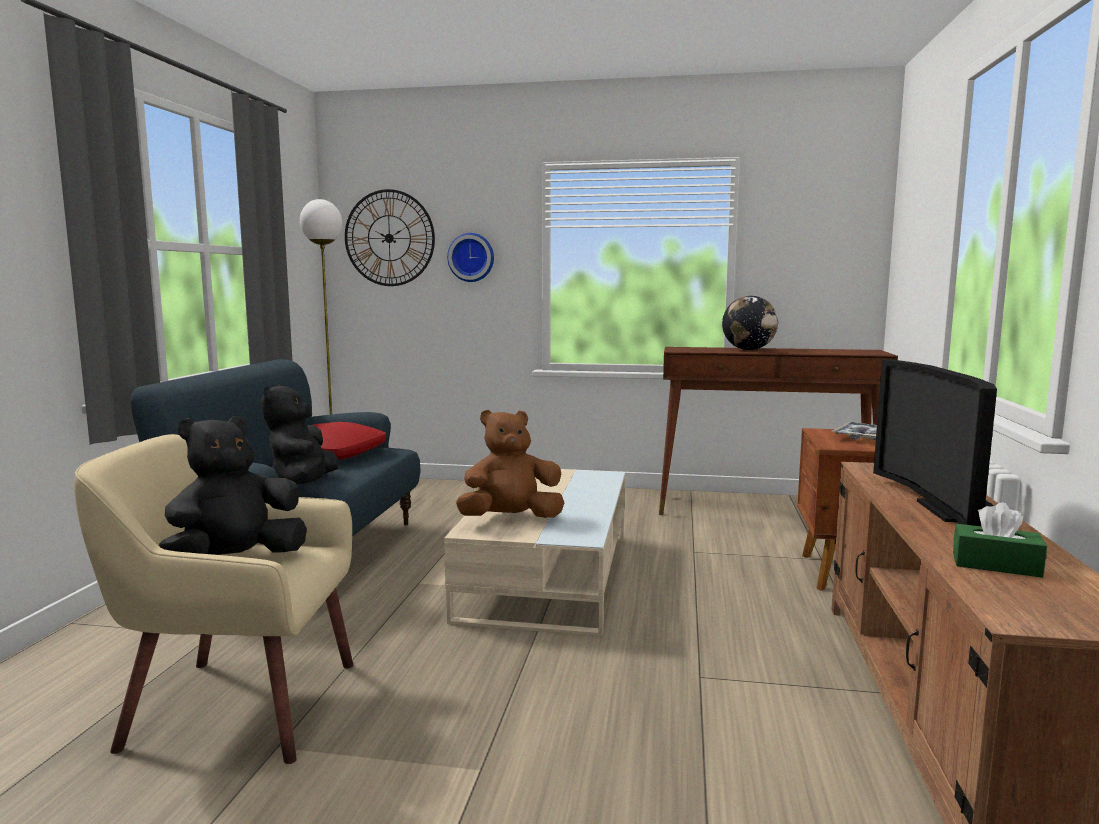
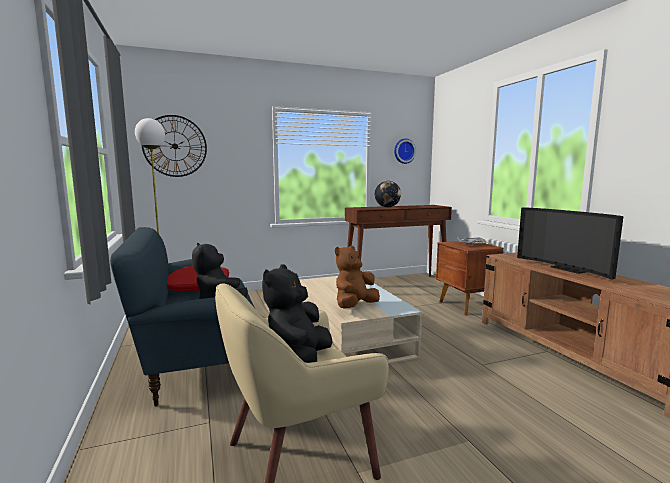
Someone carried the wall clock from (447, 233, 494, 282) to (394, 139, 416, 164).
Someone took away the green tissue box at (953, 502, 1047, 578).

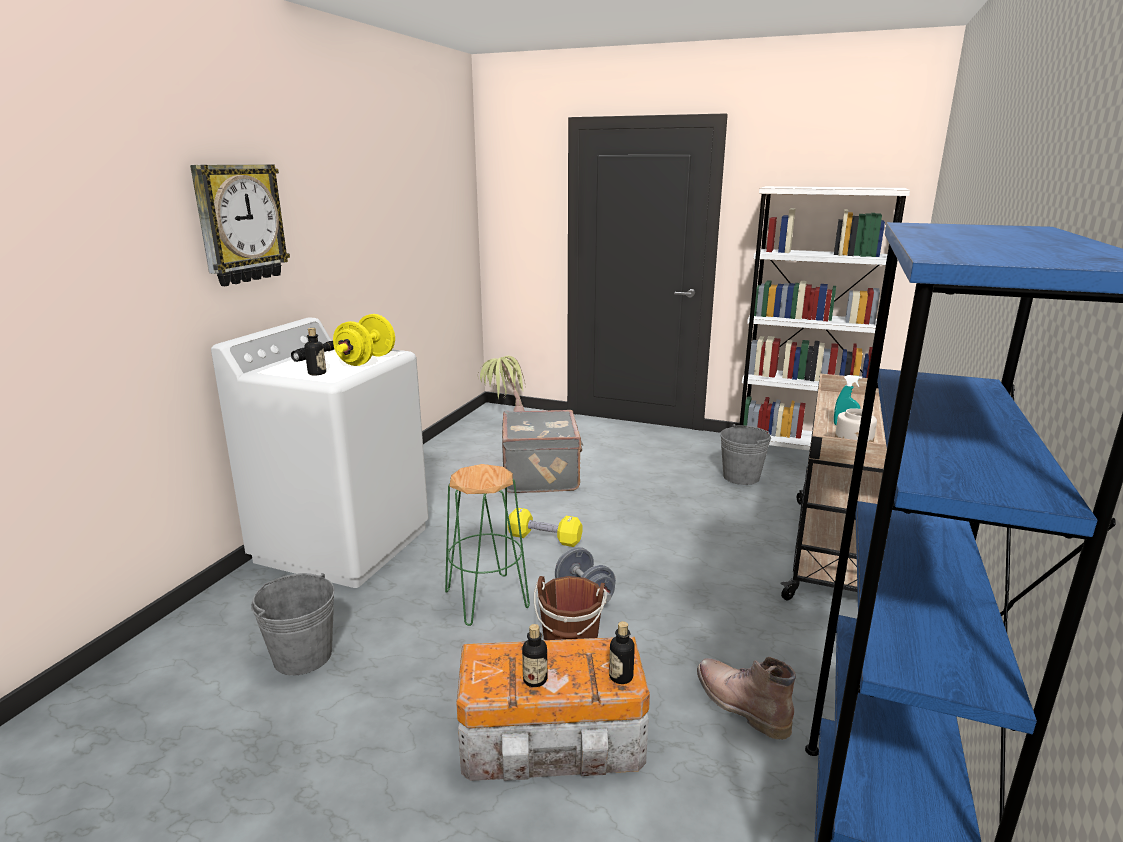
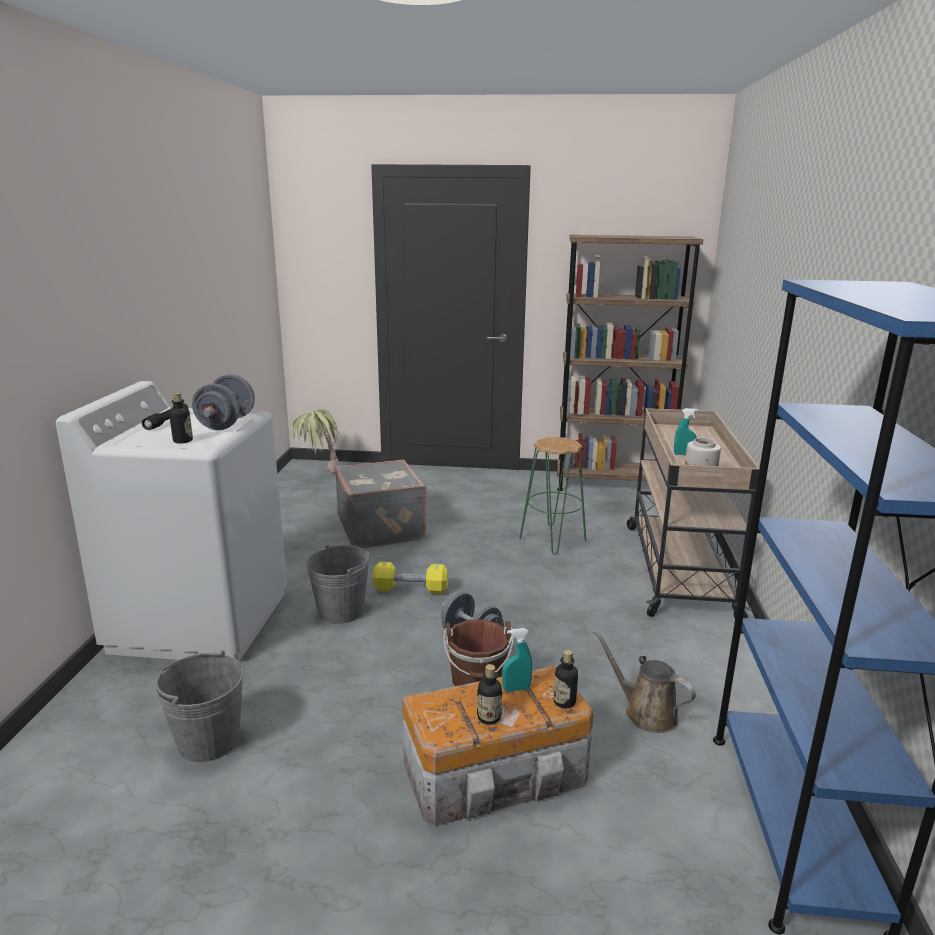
Someone repainted the yellow dumbbell at (333, 314, 395, 366), which became the grey dumbbell at (192, 374, 255, 430).
Someone carried the grey bucket from (720, 424, 771, 485) to (306, 545, 370, 624).
Someone put down the turquoise spray bottle at (502, 628, 532, 692).
Someone carried the green stool from (445, 464, 530, 626) to (519, 437, 586, 555).
Someone repainted the white bookcase at (740, 186, 910, 451), which became the brown bookcase at (557, 235, 703, 491).
Someone swapped the brown boot at (697, 657, 796, 740) for the brown watering can at (594, 630, 696, 733).
Someone took away the wall clock at (190, 165, 290, 286).

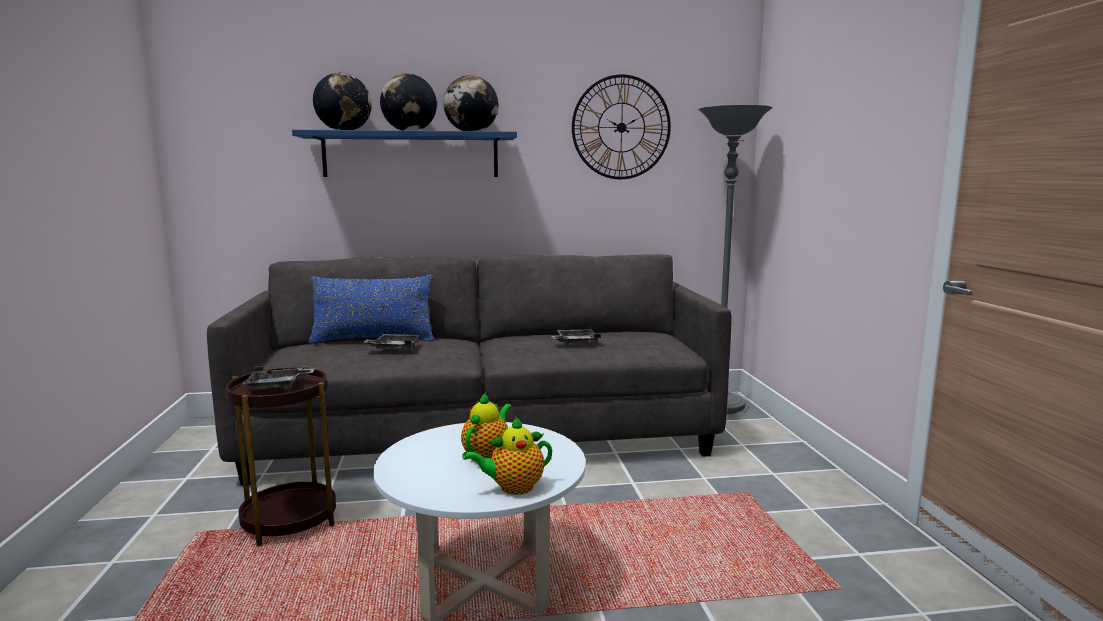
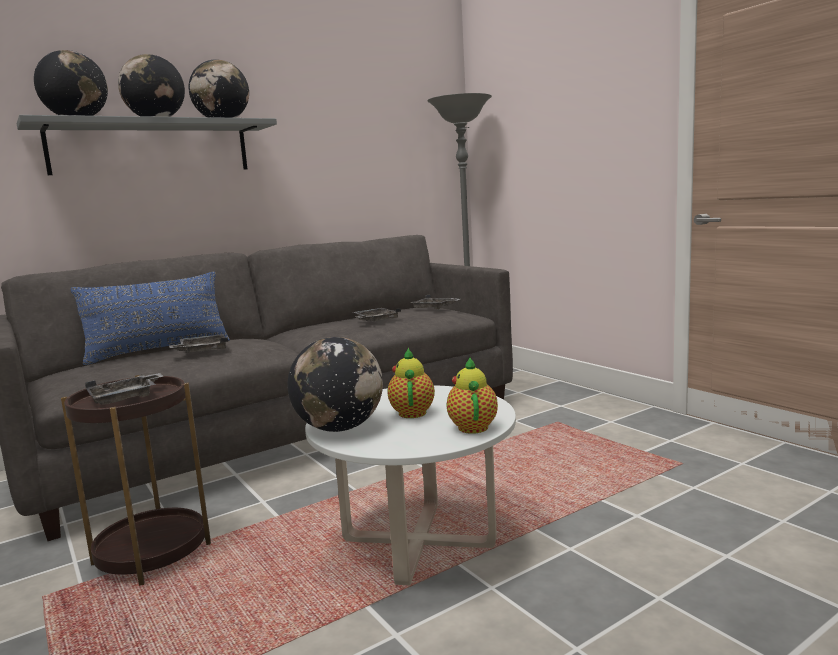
Someone repainted the blue shelf at (292, 130, 517, 177), which became the grey shelf at (17, 115, 277, 175).
Someone put down the globe at (287, 337, 383, 432).
Someone put down the grey tray at (411, 295, 460, 309).
Someone rotated the teapot at (462, 417, 552, 495) by 135 degrees clockwise.
Someone took away the wall clock at (572, 74, 671, 179).

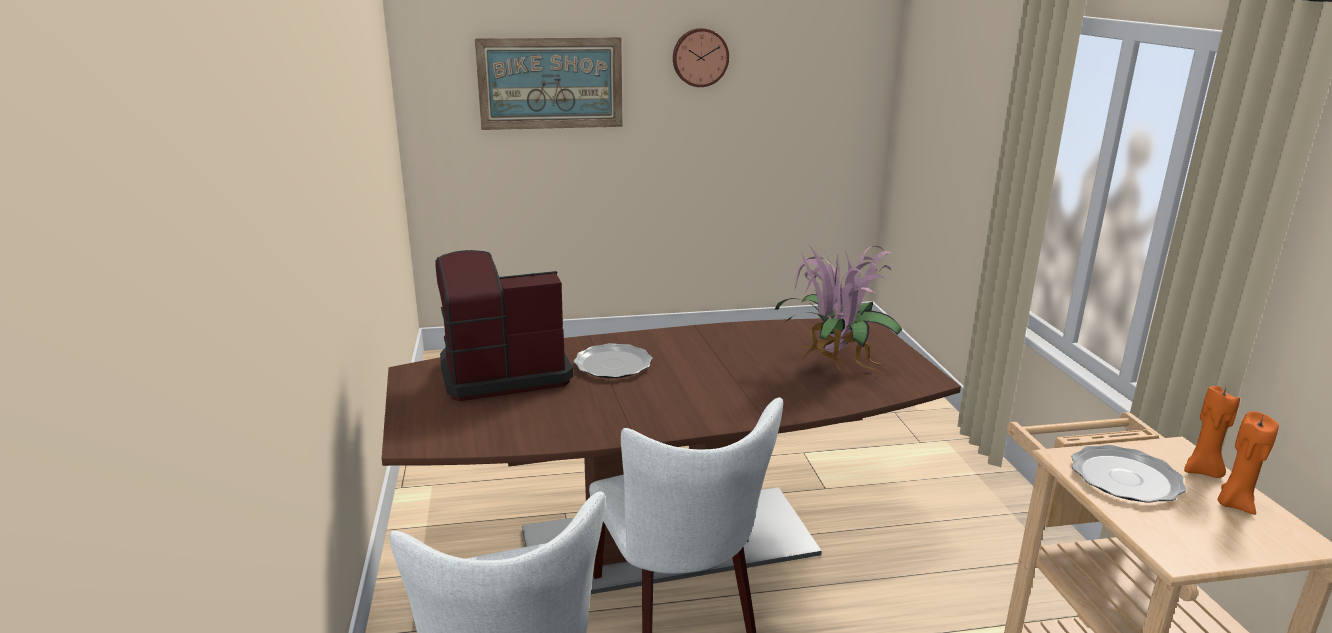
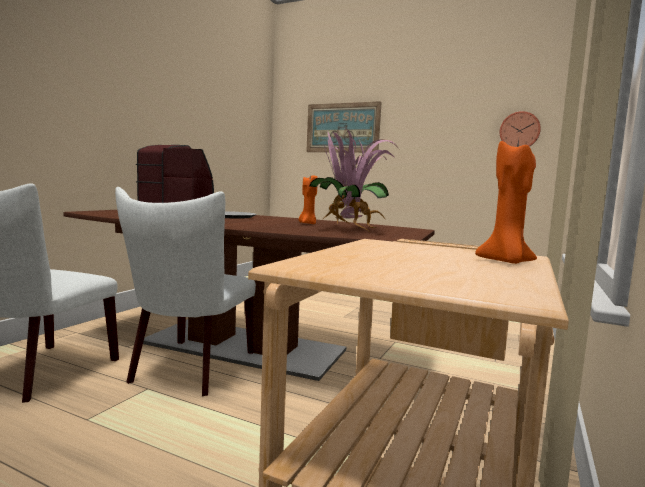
Someone carried the orange candle from (1217, 411, 1279, 515) to (299, 174, 318, 224).
Someone carried the wall clock from (673, 28, 729, 87) to (500, 111, 541, 147).
Someone took away the plate at (1071, 445, 1186, 503).

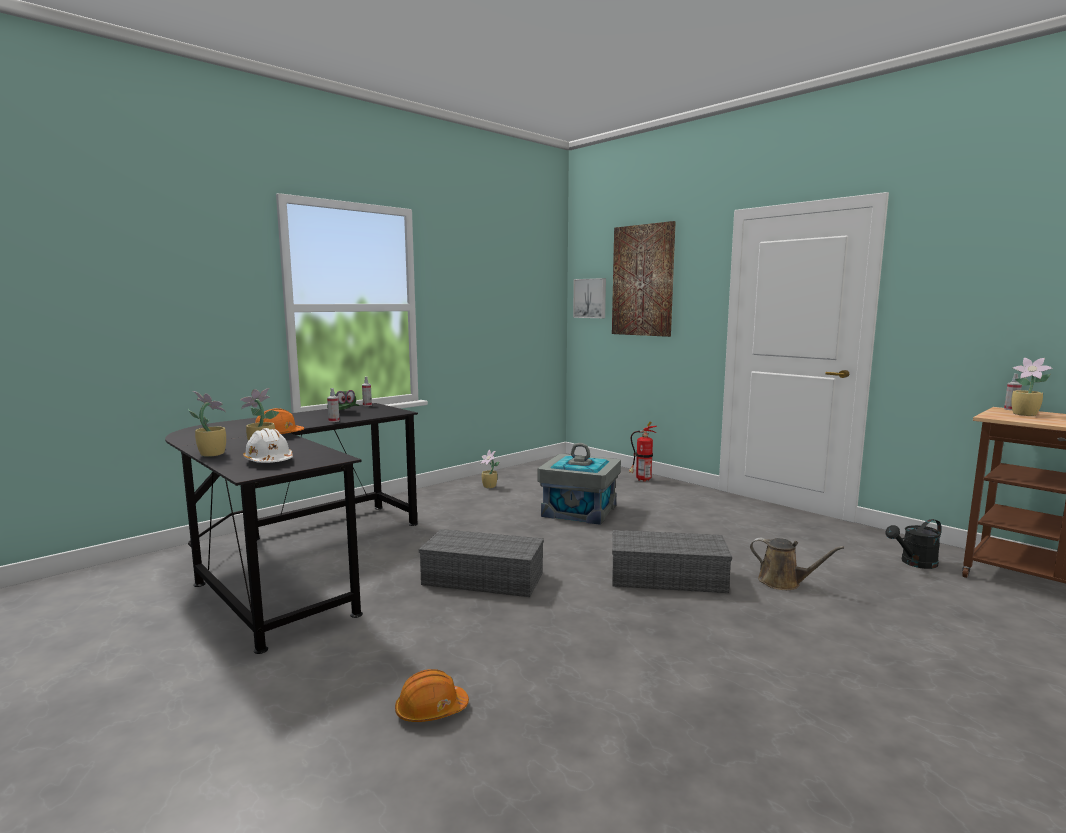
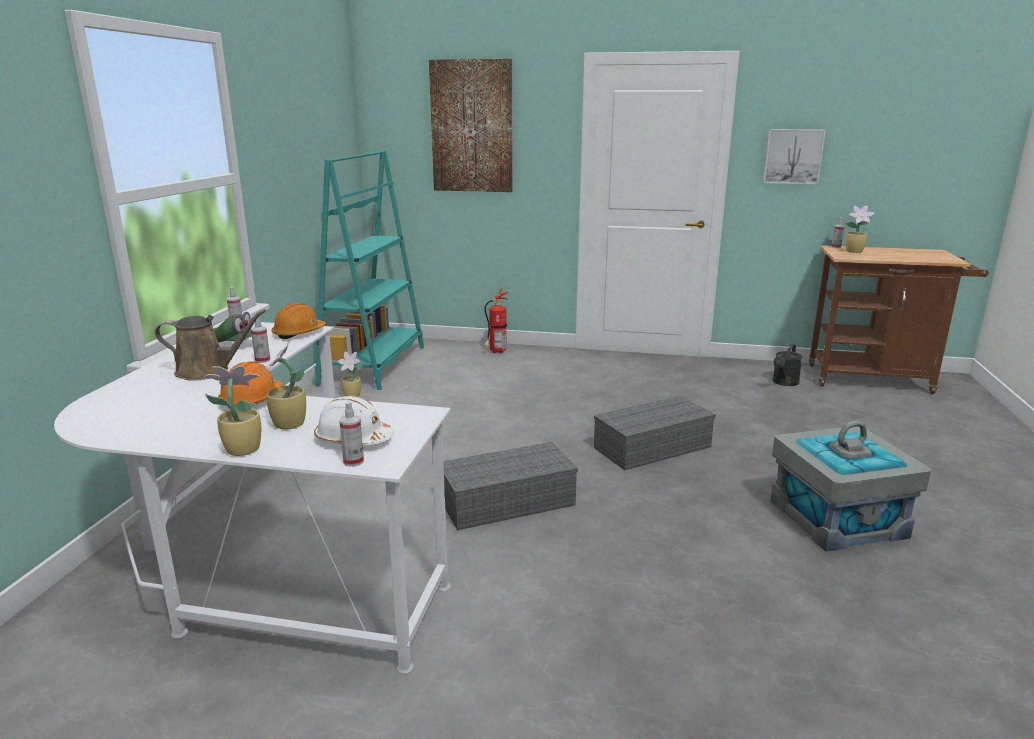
Someone repainted the black desk at (165, 403, 418, 654), which became the white desk at (54, 322, 451, 674).
Someone carried the brown watering can from (750, 538, 844, 590) to (155, 309, 266, 381).
Someone carried the orange hard hat from (395, 669, 469, 722) to (271, 303, 326, 339).
Someone put down the turquoise bookcase at (315, 150, 424, 390).
Someone put down the spray bottle at (340, 401, 364, 467).
Someone carried the picture from (573, 278, 606, 318) to (763, 129, 826, 184).
Someone carried the grey storage box from (538, 443, 621, 525) to (770, 421, 931, 552).

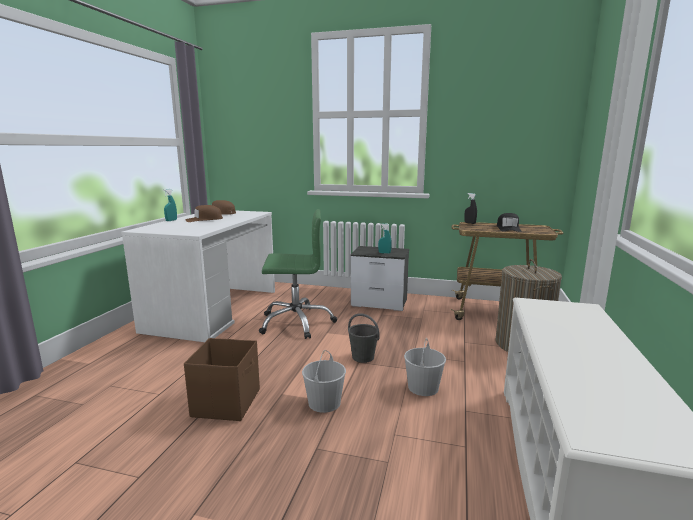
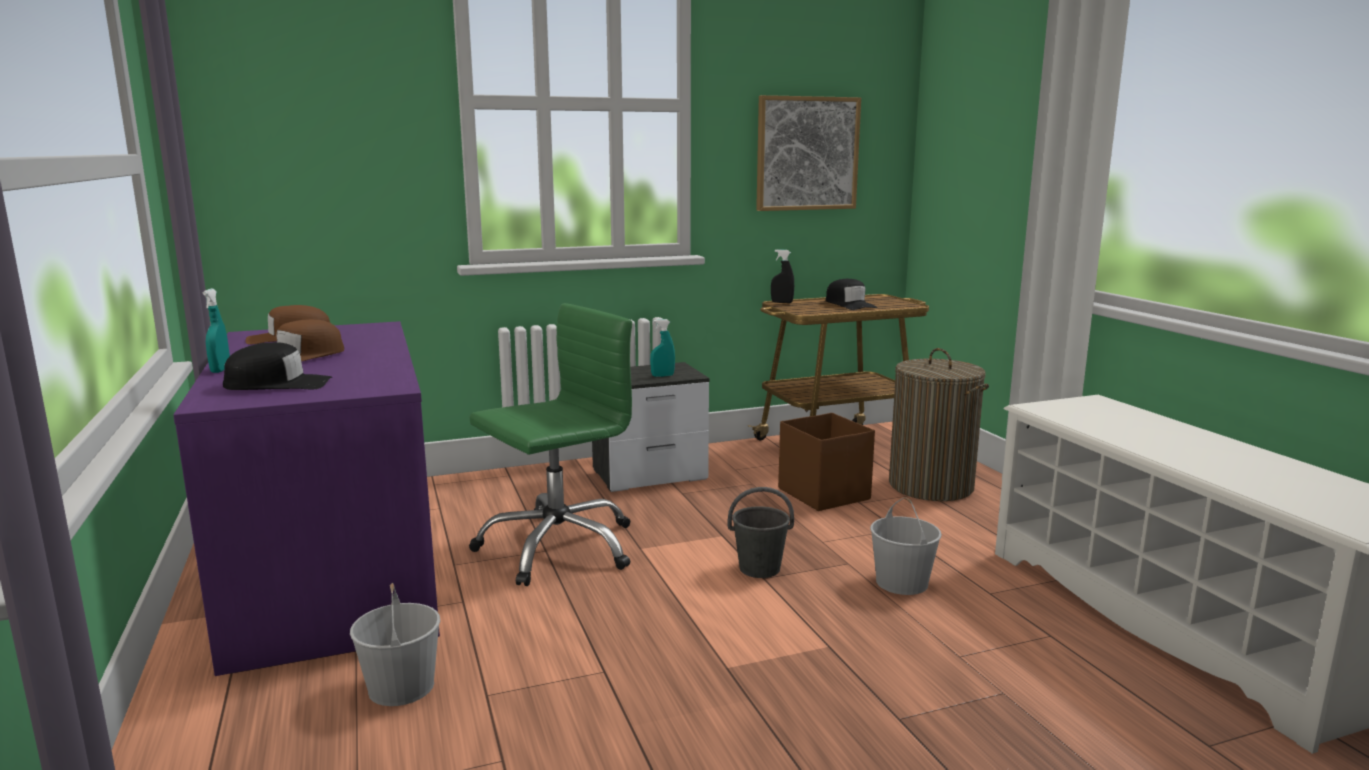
Someone repainted the white desk at (121, 211, 275, 342), which became the purple desk at (173, 321, 440, 676).
Someone put down the black cap at (223, 342, 332, 390).
Someone carried the white bucket from (302, 350, 346, 413) to (350, 583, 440, 706).
Someone put up the picture at (756, 95, 861, 211).
Someone carried the brown storage box from (184, 338, 260, 421) to (778, 413, 875, 511).

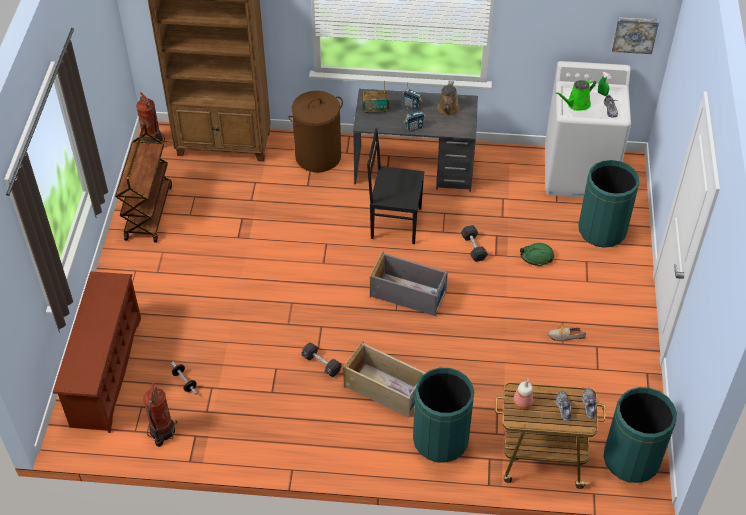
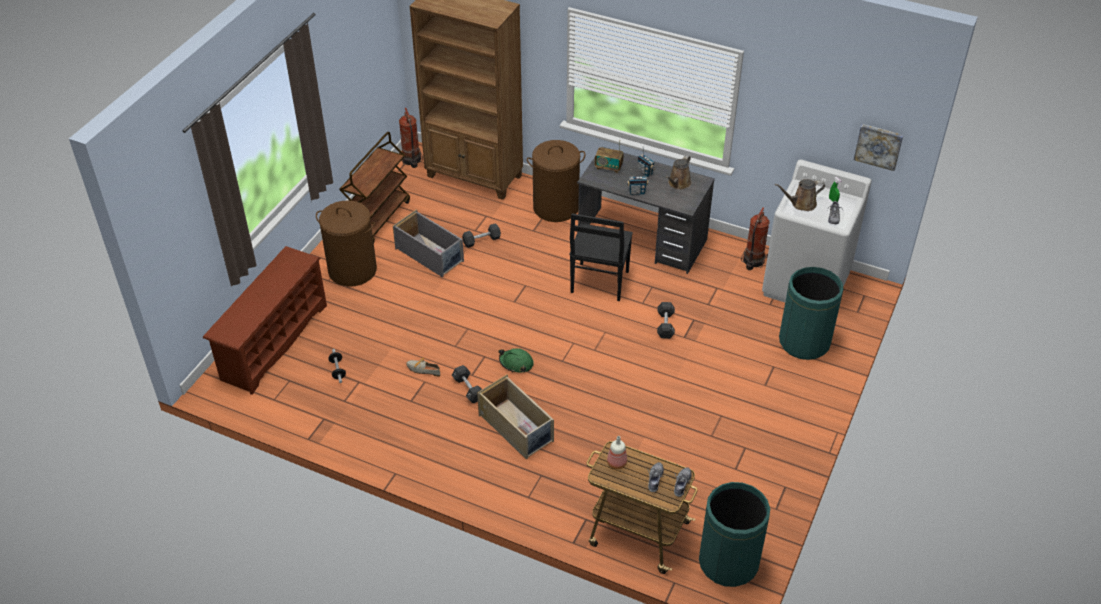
Someone put down the brown laundry basket at (316, 200, 377, 287).
Someone carried the grey storage box from (370, 251, 448, 316) to (393, 209, 464, 277).
Someone carried the shoe from (548, 324, 586, 341) to (406, 358, 440, 376).
Someone put down the black dumbbell at (462, 223, 501, 248).
Someone carried the green hard hat from (520, 243, 554, 266) to (498, 348, 534, 373).
Someone rotated the black chair at (367, 128, 425, 244) by 105 degrees counterclockwise.
Someone carried the fire extinguisher from (143, 383, 177, 447) to (741, 207, 770, 270).
Someone repainted the green watering can at (556, 79, 596, 111), which became the brown watering can at (775, 179, 825, 211).
Someone took away the green trash can at (413, 368, 474, 462).

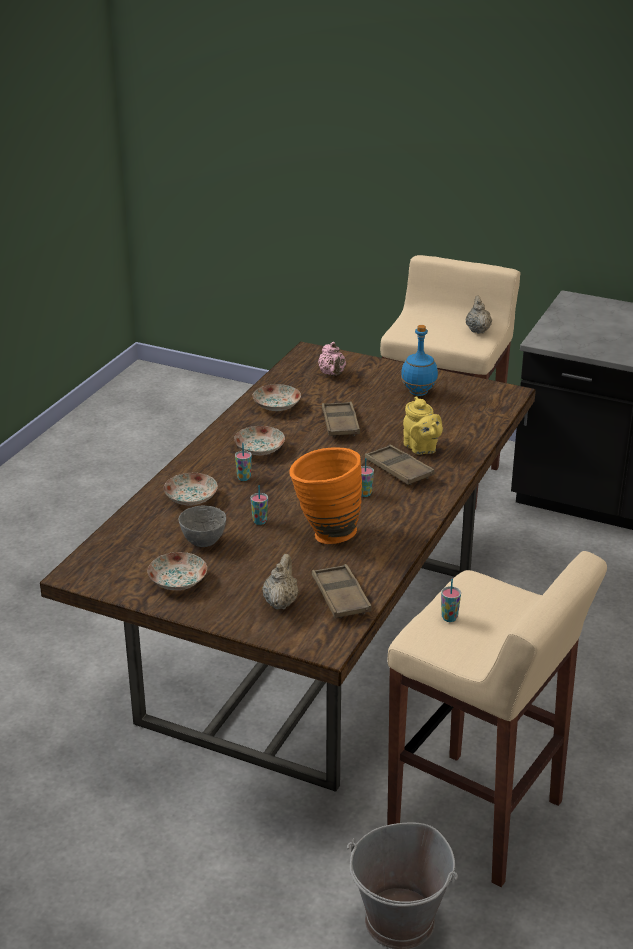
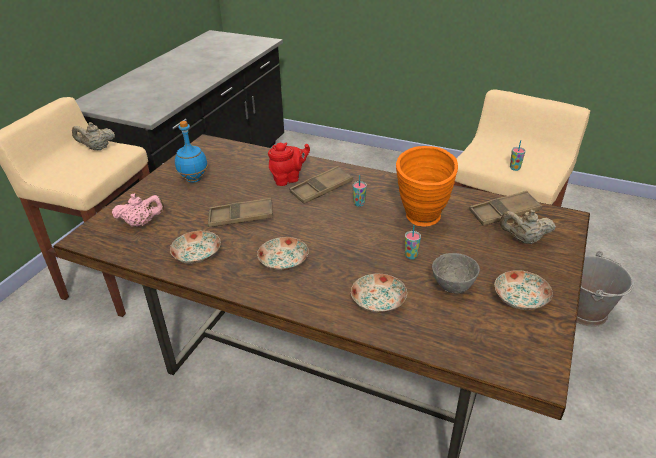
Someone repainted the yellow teapot at (403, 396, 443, 455), which became the red teapot at (268, 142, 310, 186).
Someone took away the cup at (235, 443, 252, 481).

